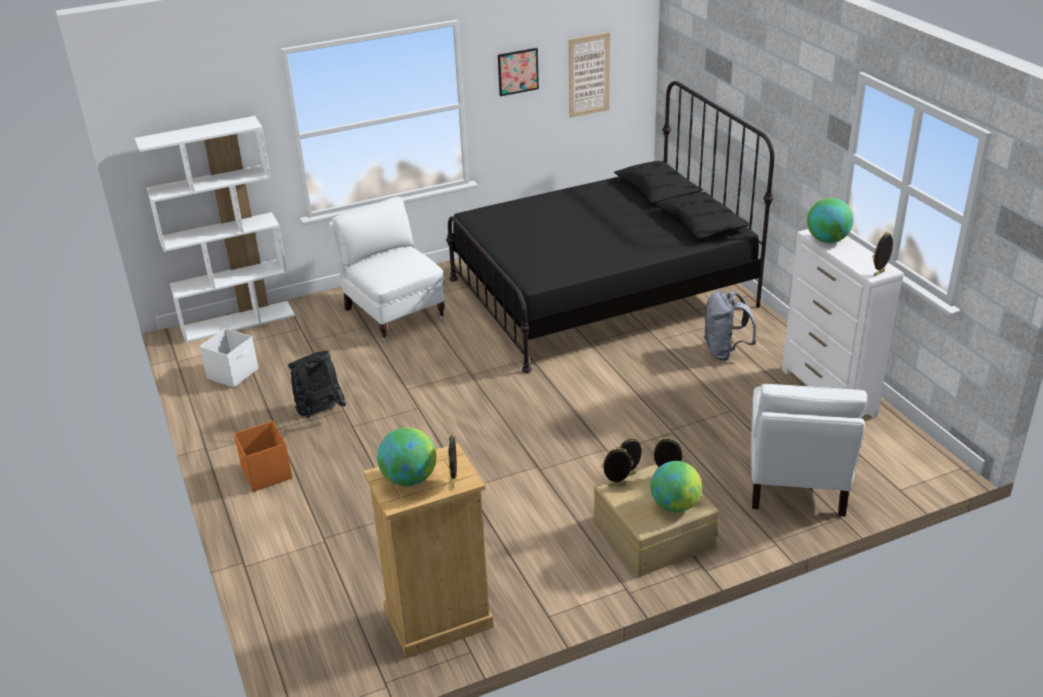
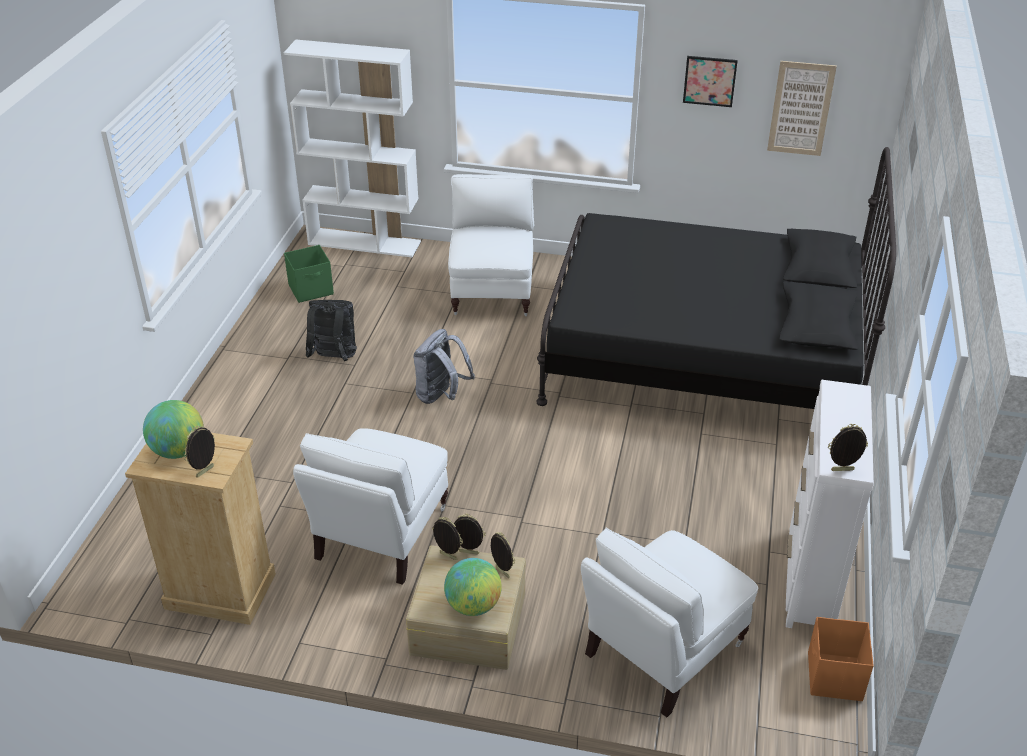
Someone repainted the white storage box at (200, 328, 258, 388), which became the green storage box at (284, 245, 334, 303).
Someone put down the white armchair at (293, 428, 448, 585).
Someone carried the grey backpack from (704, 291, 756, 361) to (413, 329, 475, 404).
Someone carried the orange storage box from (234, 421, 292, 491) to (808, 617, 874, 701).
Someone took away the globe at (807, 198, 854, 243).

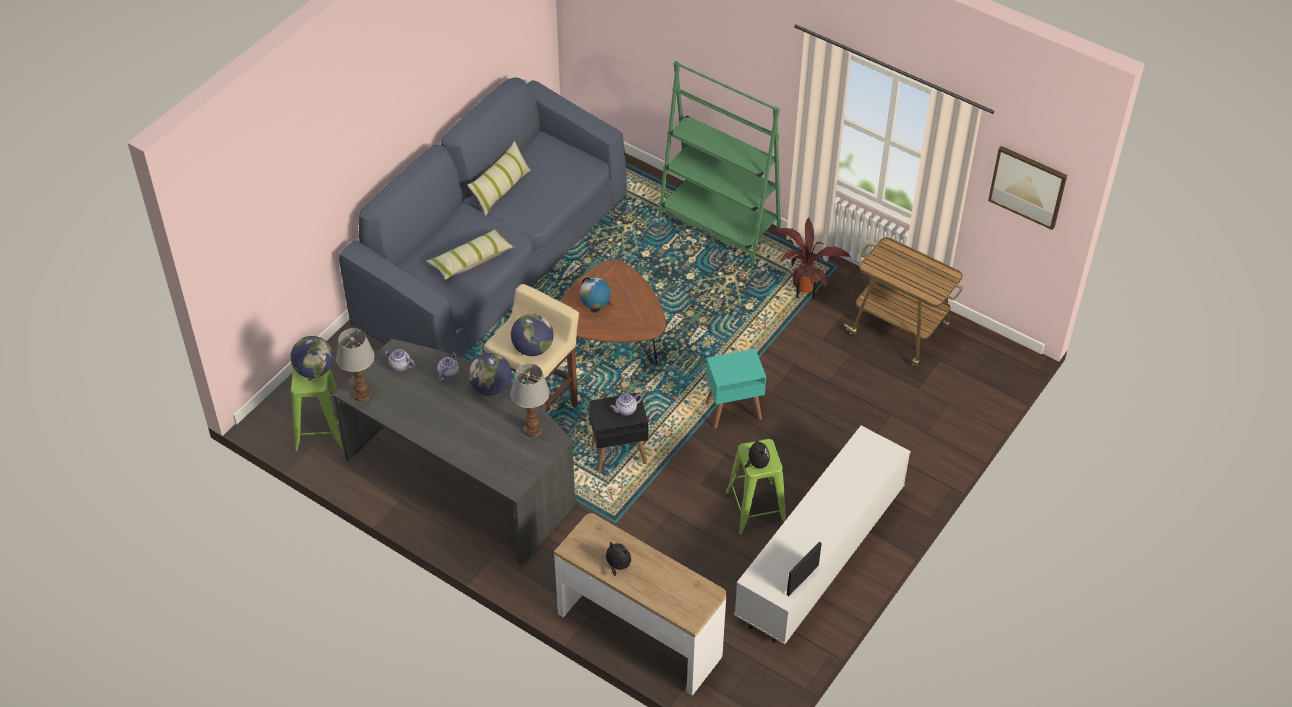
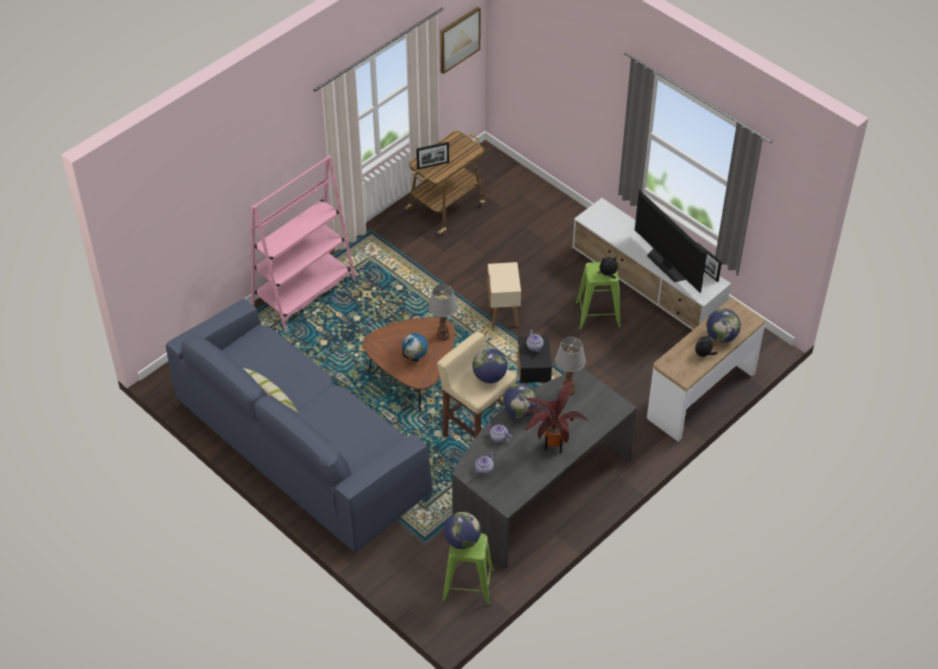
Someone repainted the green bookcase at (658, 61, 781, 265), which became the pink bookcase at (250, 155, 356, 329).
Someone put down the picture frame at (416, 142, 449, 169).
Someone carried the table lamp from (336, 328, 375, 402) to (428, 284, 458, 341).
Someone repainted the turquoise side table at (706, 349, 766, 429), which became the beige side table at (487, 262, 521, 328).
Someone carried the potted plant from (775, 218, 851, 299) to (522, 381, 588, 453).
Someone put down the television at (635, 190, 707, 293).
Someone put down the globe at (706, 309, 741, 343).
Someone took away the pillow at (427, 229, 515, 280).

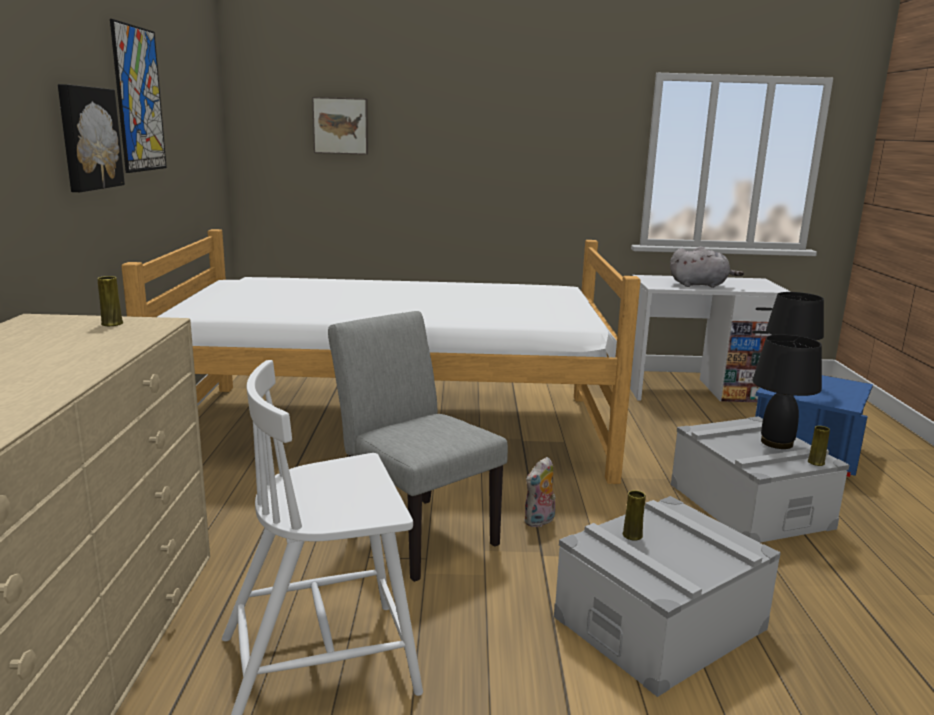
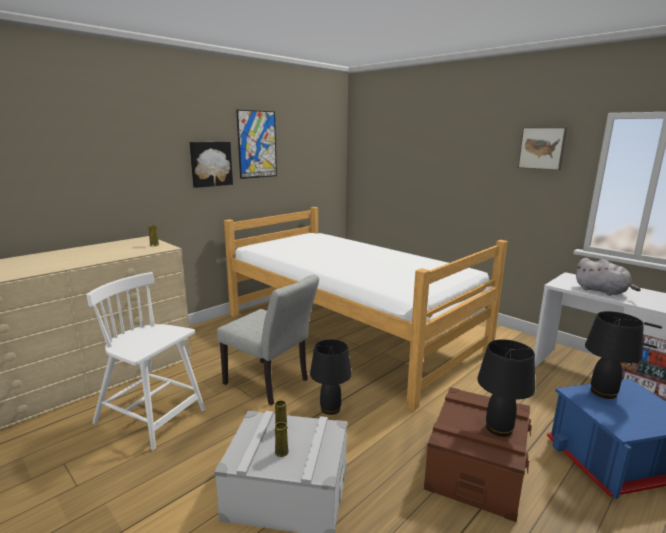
Someone rotated the grey chair at (328, 311, 508, 582) by 120 degrees clockwise.
Someone carried the yellow vase from (808, 426, 830, 466) to (275, 422, 289, 457).
Someone swapped the plush toy at (524, 457, 556, 527) for the black table lamp at (310, 339, 352, 415).
Someone repainted the grey storage box at (671, 416, 849, 543), which became the brown storage box at (424, 387, 532, 522).
Someone carried the picture from (312, 97, 368, 155) to (518, 127, 567, 170).

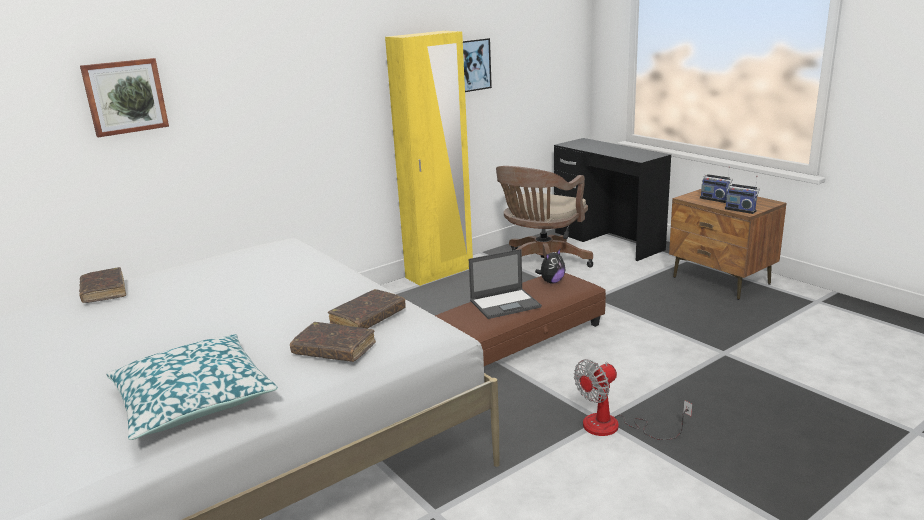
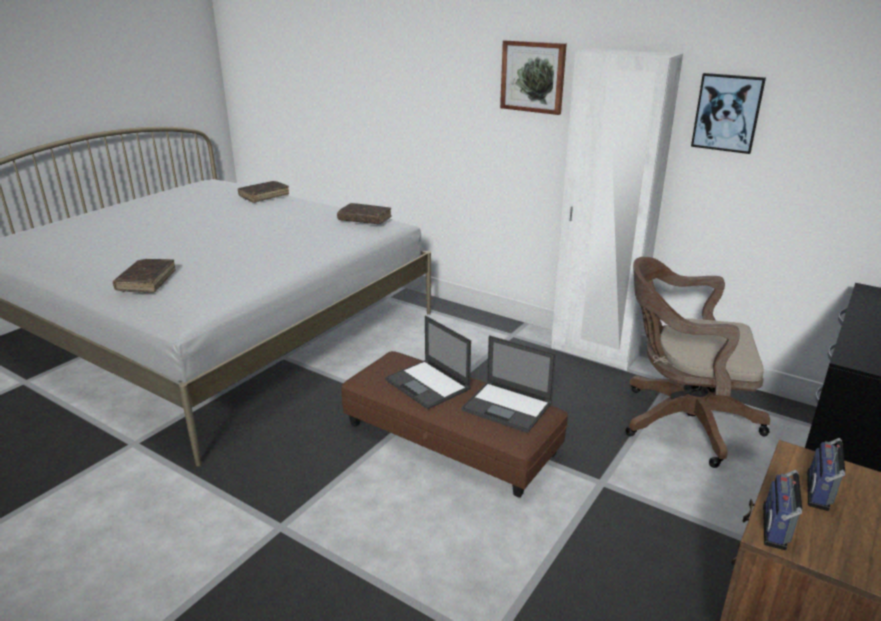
Someone carried the brown book from (328, 289, 406, 328) to (337, 203, 392, 224).
Someone swapped the plush toy at (535, 248, 565, 284) for the laptop at (461, 335, 556, 433).
Someone carried the picture from (80, 58, 169, 137) to (500, 40, 567, 115).
Someone repainted the yellow wardrobe at (385, 31, 473, 286), which became the white wardrobe at (551, 48, 683, 371).
Someone took away the pillow at (106, 334, 278, 440).
Someone took away the fan at (574, 359, 693, 440).

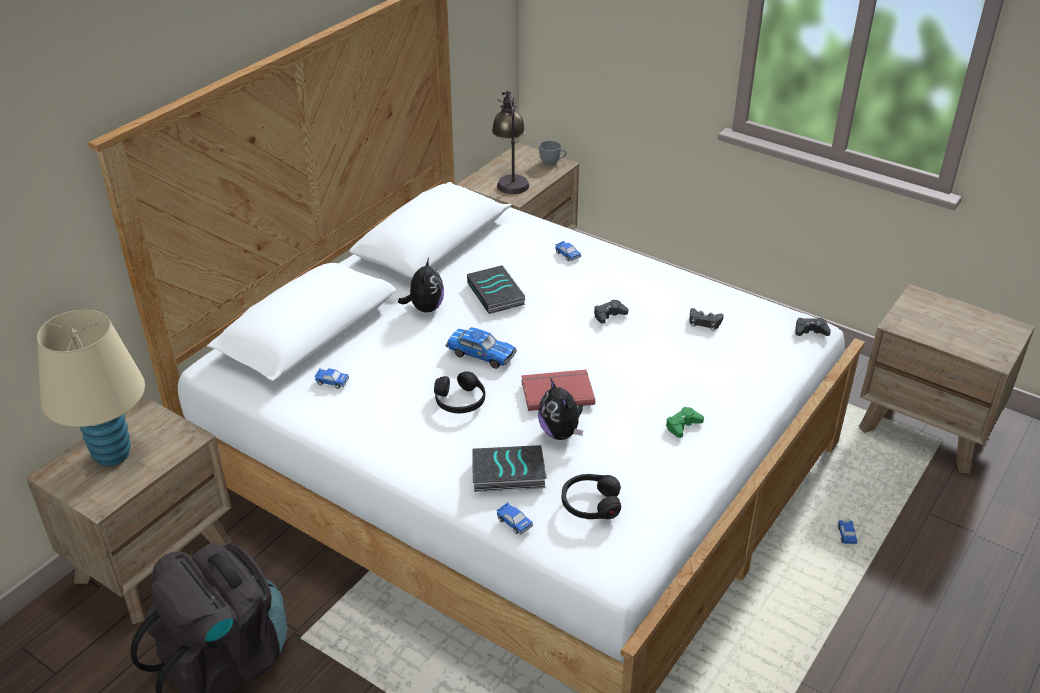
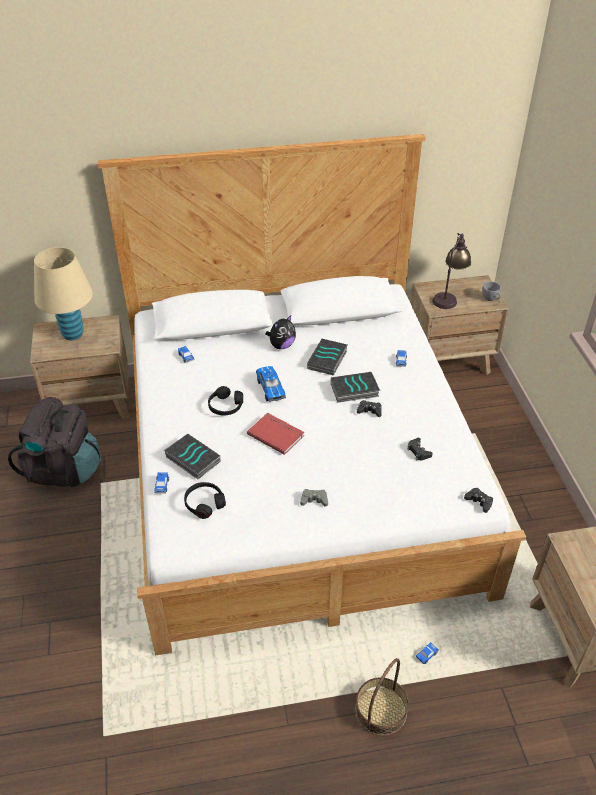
Someone repainted the green game controller at (666, 407, 704, 438), which became the grey game controller at (300, 489, 328, 507).
Someone put down the book at (331, 372, 380, 403).
Someone put down the basket at (355, 658, 409, 736).
Someone took away the plush toy at (538, 378, 583, 440).

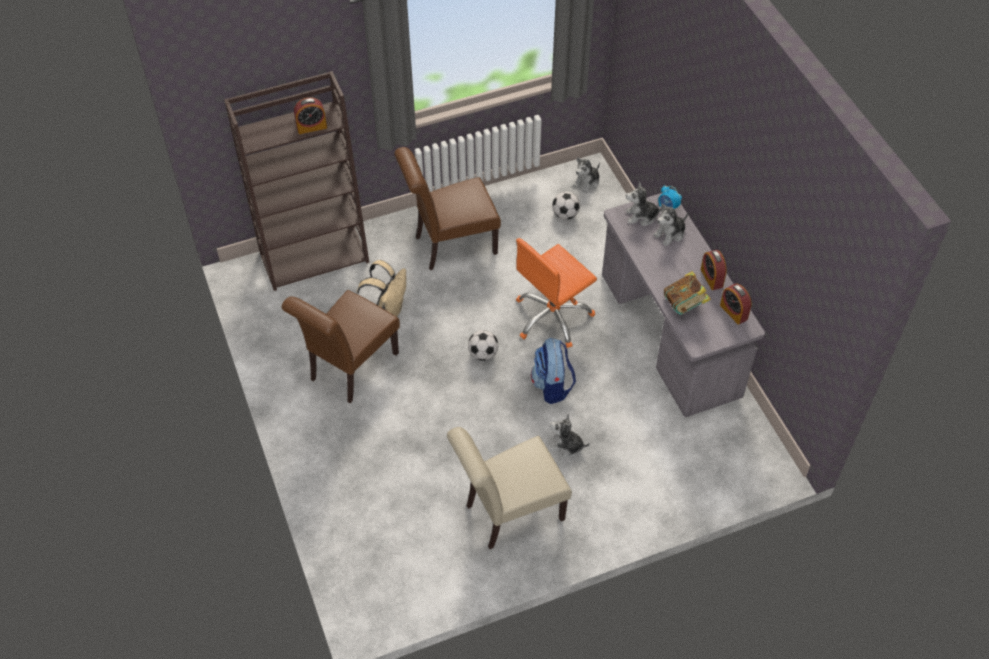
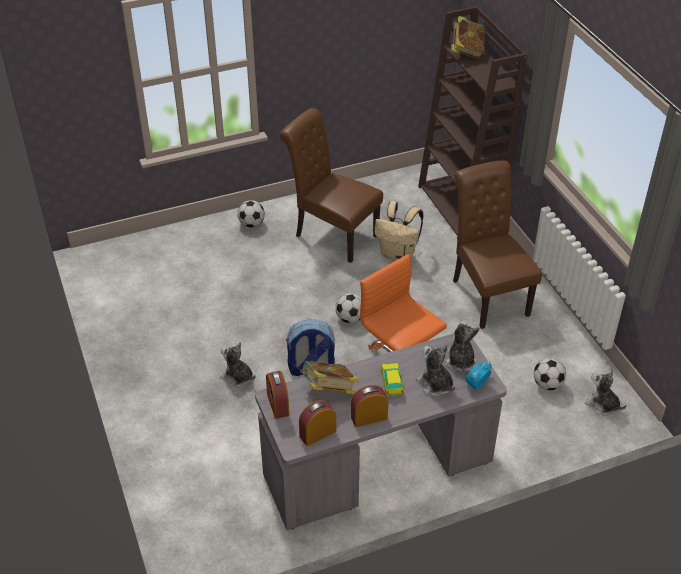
Someone rotated the plush toy at (550, 414, 590, 458) by 75 degrees counterclockwise.
Someone put down the football at (237, 200, 265, 228).
Someone carried the alarm clock from (294, 97, 327, 134) to (266, 371, 289, 419).
Someone put down the toy car at (381, 363, 404, 396).
Someone put down the book at (451, 16, 486, 59).
Someone took away the beige chair at (447, 427, 572, 549).

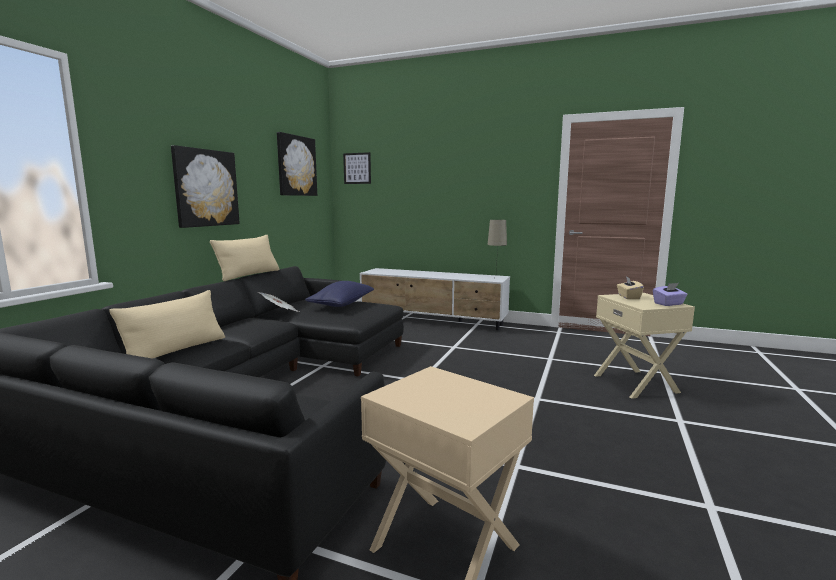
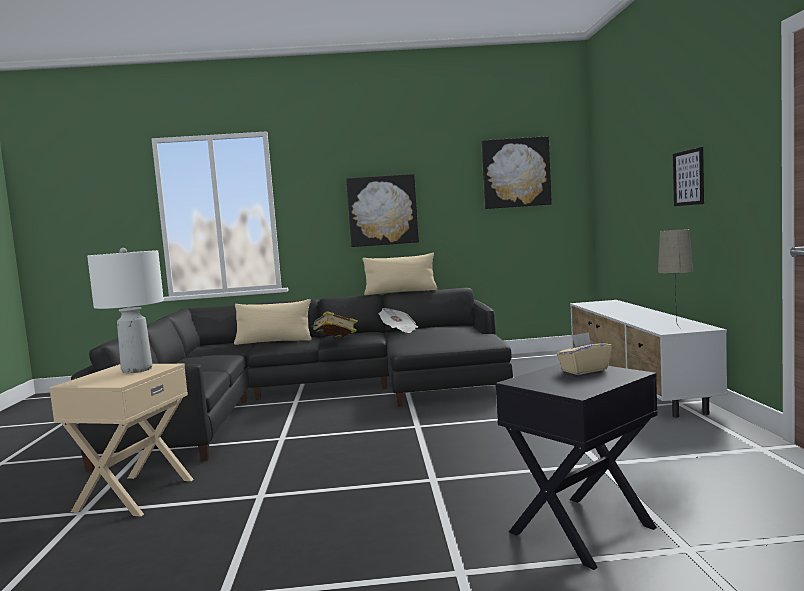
Someone put down the white table lamp at (87, 248, 164, 373).
Someone put down the book at (313, 311, 358, 338).
Someone repainted the beige side table at (594, 293, 695, 399), which became the black side table at (495, 364, 657, 570).
Someone carried the picture from (343, 152, 371, 184) to (673, 147, 704, 206).
Someone took away the blue pillow at (305, 281, 374, 307).
Someone took away the purple tissue box at (653, 283, 688, 306).

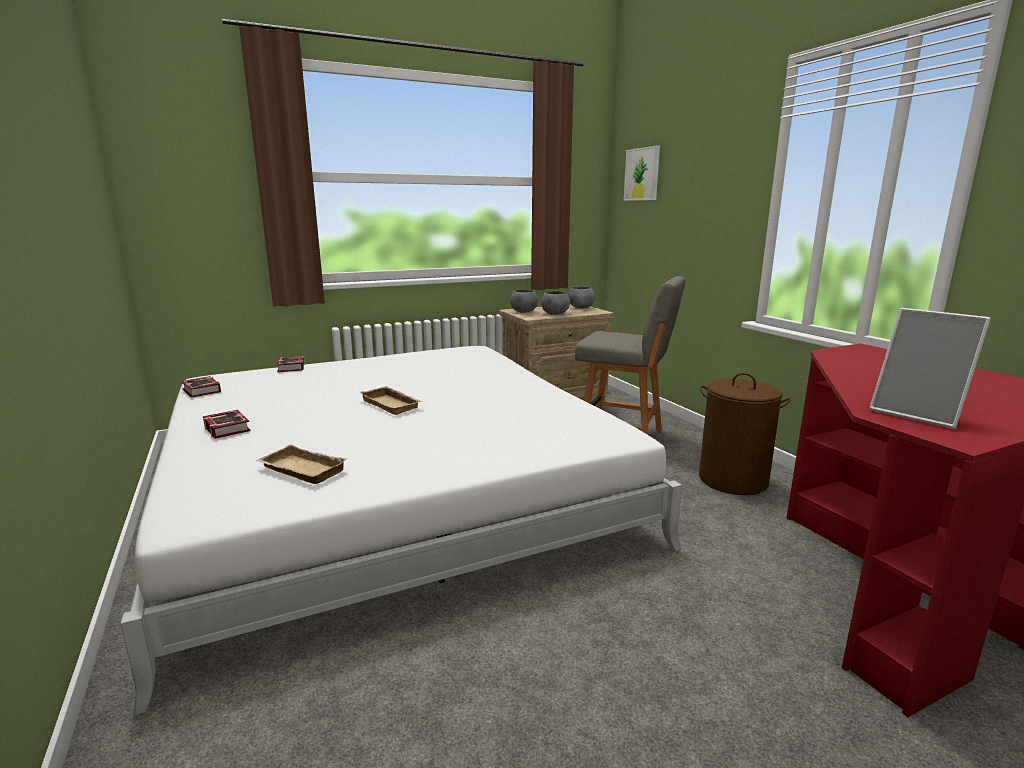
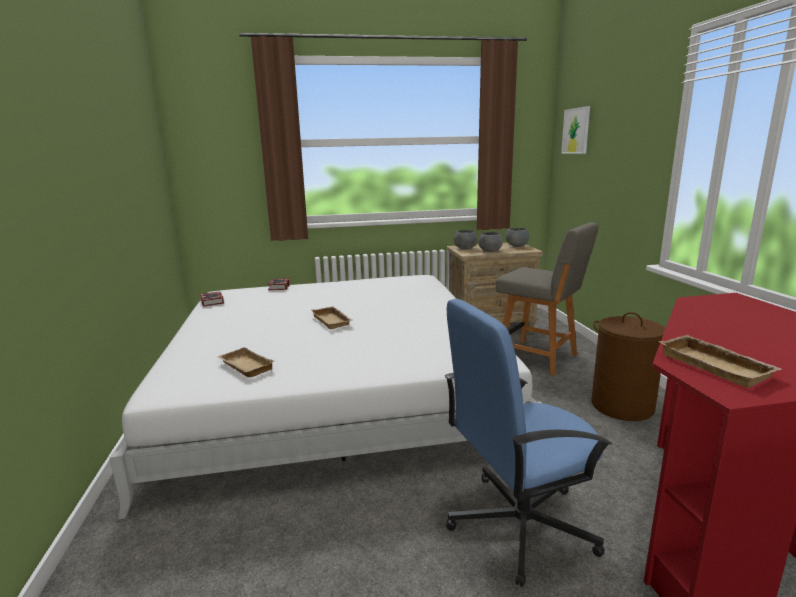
Someone put down the blue office chair at (445, 299, 612, 587).
Someone swapped the picture frame at (869, 308, 991, 429) for the beige tray at (659, 335, 781, 388).
Someone took away the book at (203, 410, 250, 439).

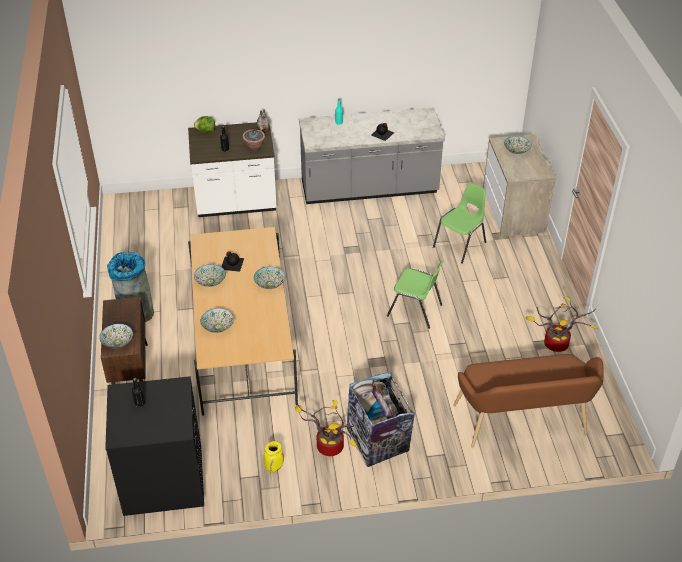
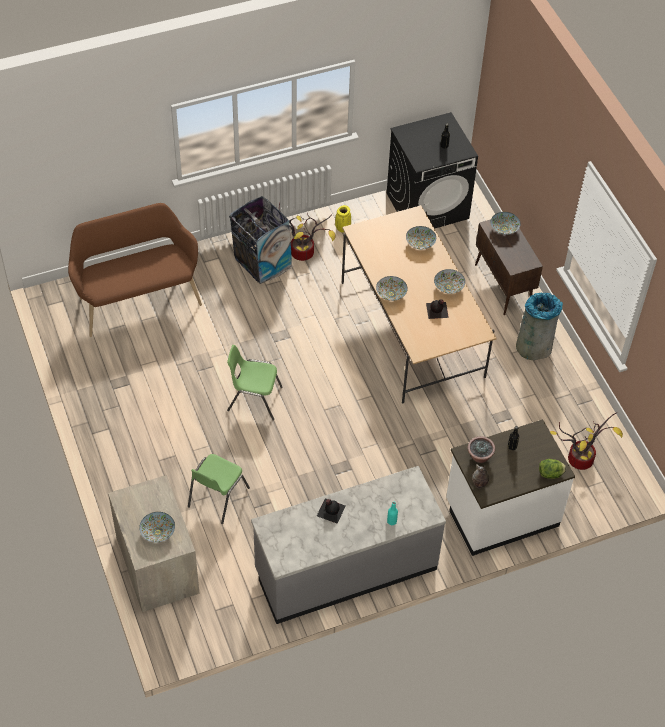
Someone carried the potted plant from (526, 297, 598, 352) to (550, 412, 623, 470).

